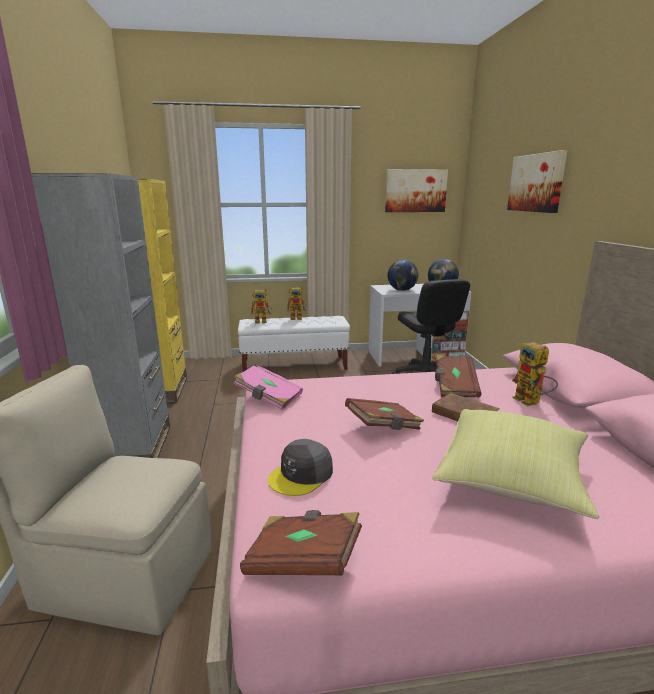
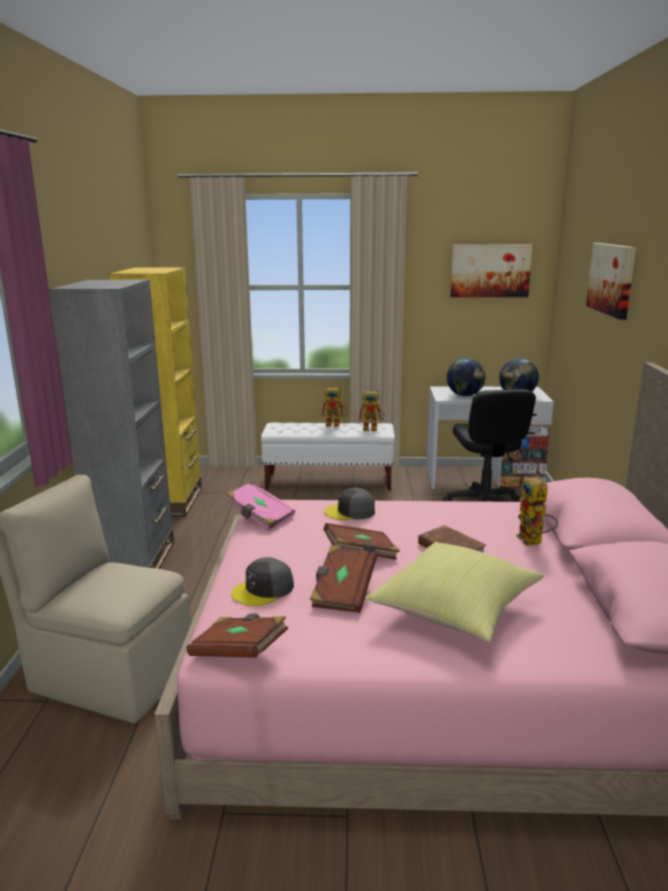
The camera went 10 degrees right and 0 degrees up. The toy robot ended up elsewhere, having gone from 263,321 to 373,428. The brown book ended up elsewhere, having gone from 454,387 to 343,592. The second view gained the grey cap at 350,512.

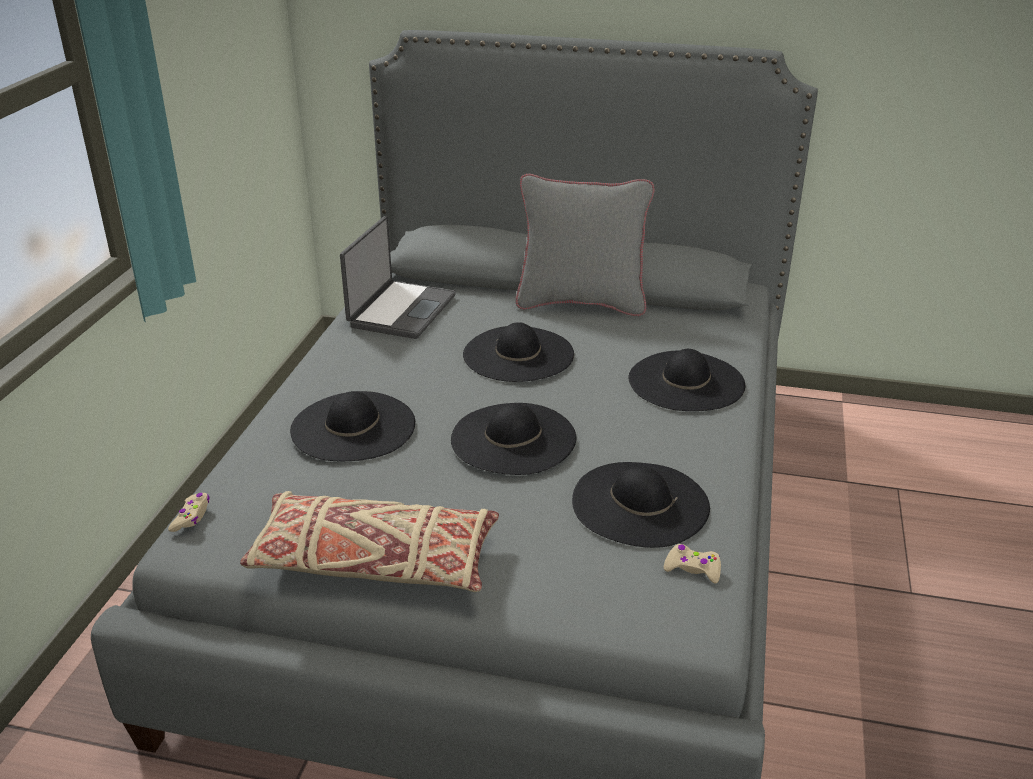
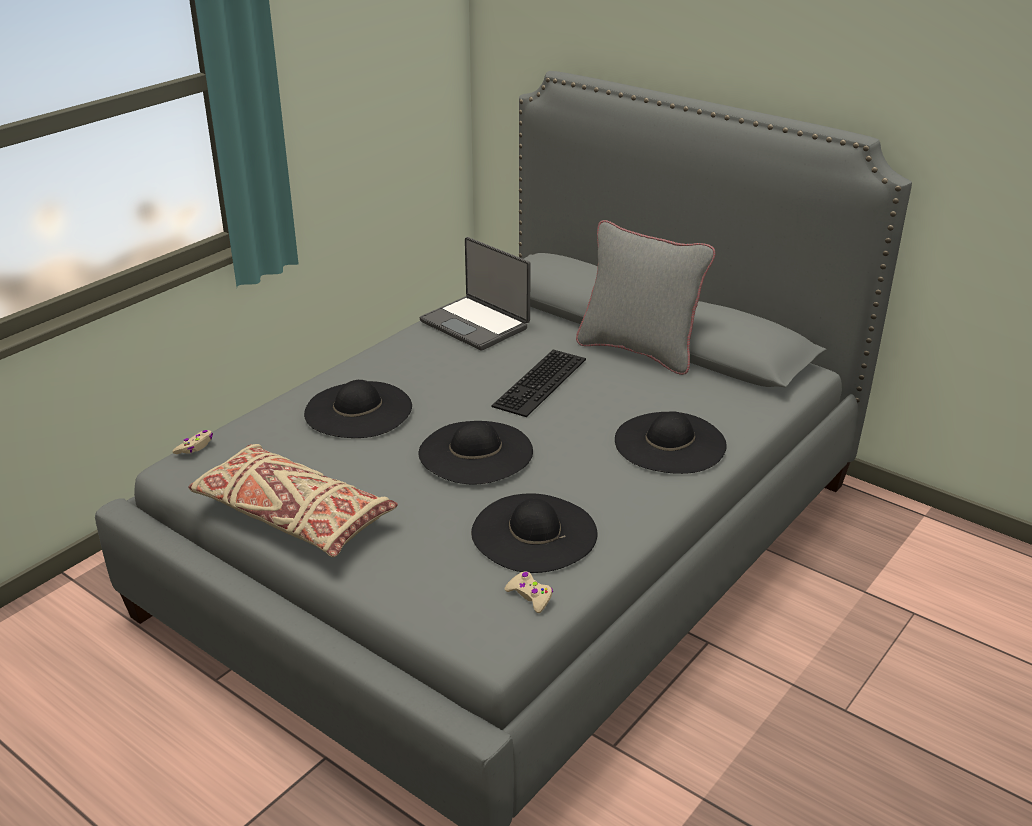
The camera went 25 degrees right and 0 degrees up. The laptop at 400,311 ended up facing another way, 90 degrees clockwise from before. Where the black hat stood at 518,354, the keyboard came to stand at 542,383.

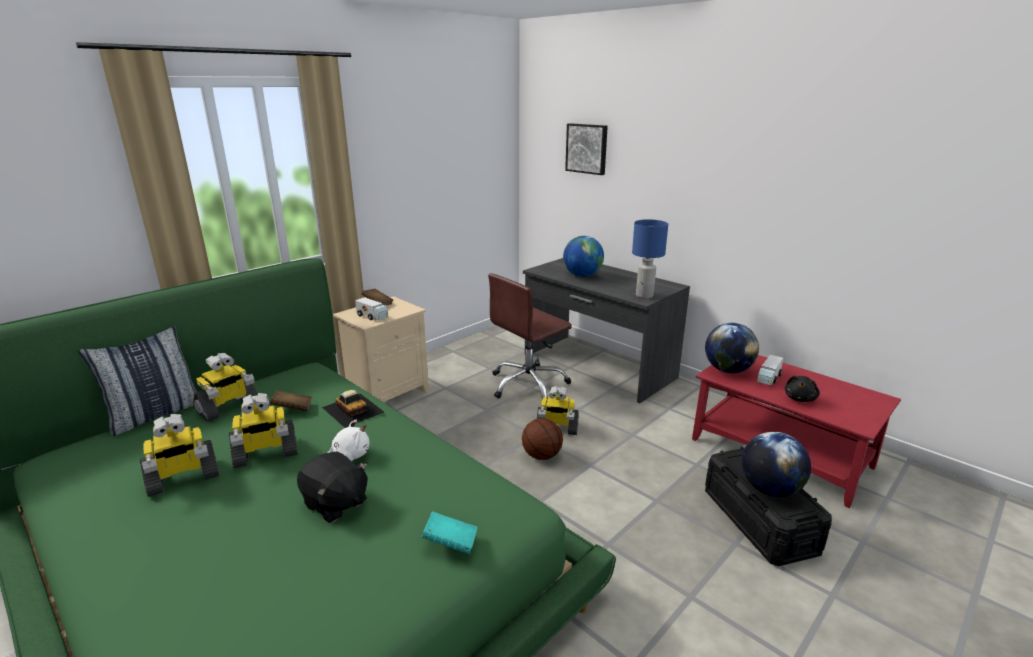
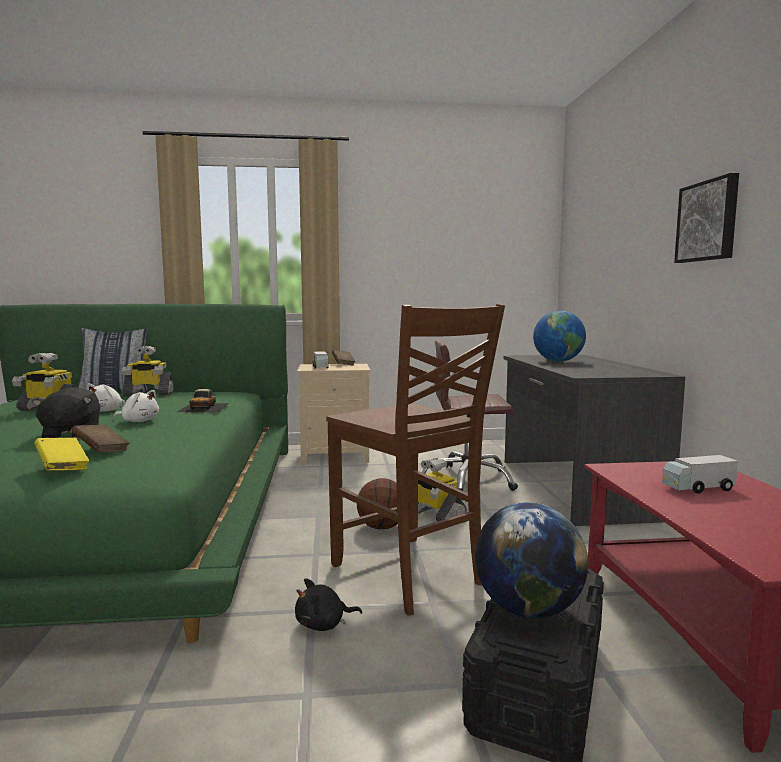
The camera went 40 degrees right and 15 degrees down. Where the toy robot stood at 265,454, the white plush toy came to stand at 106,411. The brown book ended up elsewhere, having gone from 293,409 to 101,450. What was the turquoise book at 450,543 turned into the yellow book at 63,467. The picture ended up elsewhere, having gone from 587,148 to 708,221. The second view lost the blue table lamp at 644,296. The second view lost the globe at 727,370. The black plush toy ended up elsewhere, having gone from 800,398 to 323,624. The second view gained the brown chair at 409,575.

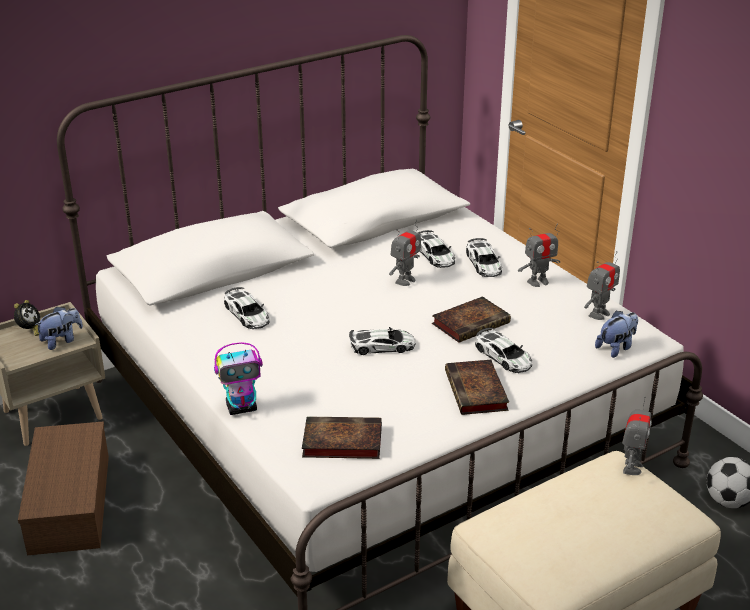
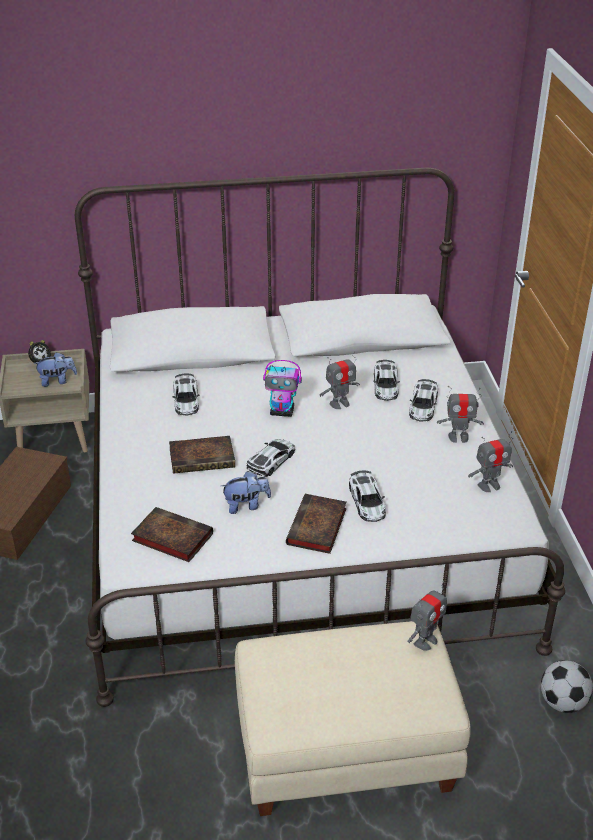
The camera went 25 degrees right and 5 degrees up. The toy robot ended up elsewhere, having gone from 242,408 to 282,412. The toy car at 382,346 ended up facing another way, 75 degrees counterclockwise from before. The book ended up elsewhere, having gone from 471,323 to 203,458. The plush toy ended up elsewhere, having gone from 616,348 to 246,505.

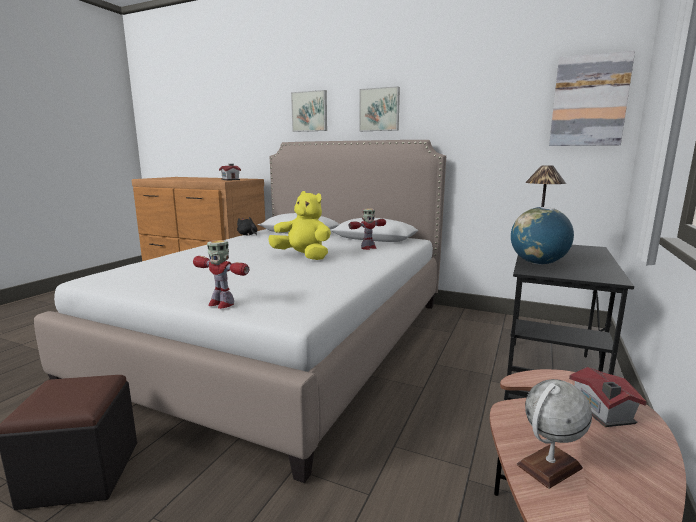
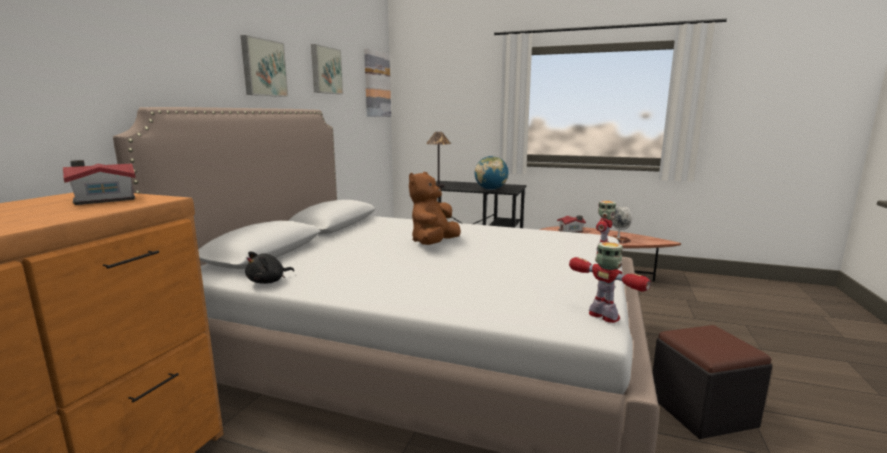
The camera went 95 degrees left and 0 degrees up. What was the yellow plush toy at 303,257 turned into the brown plush toy at 433,243. The picture ended up elsewhere, having gone from 310,111 to 325,70. The toy robot ended up elsewhere, having gone from 368,248 to 604,316.

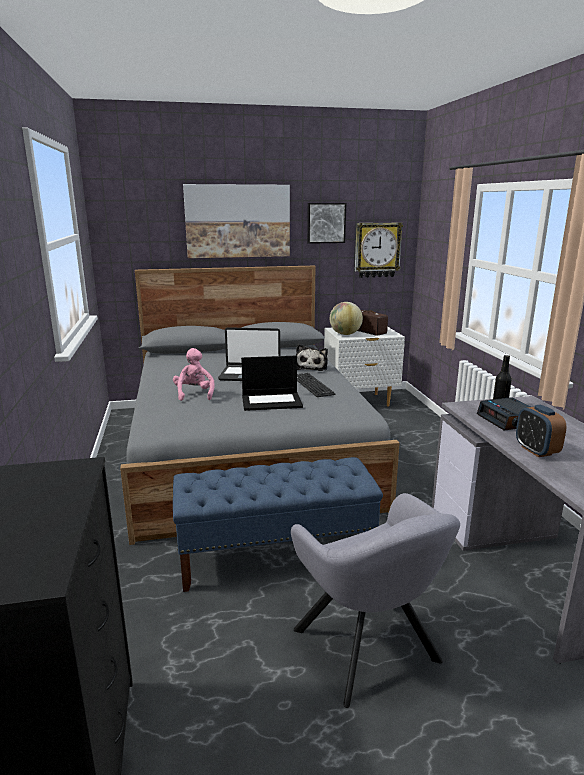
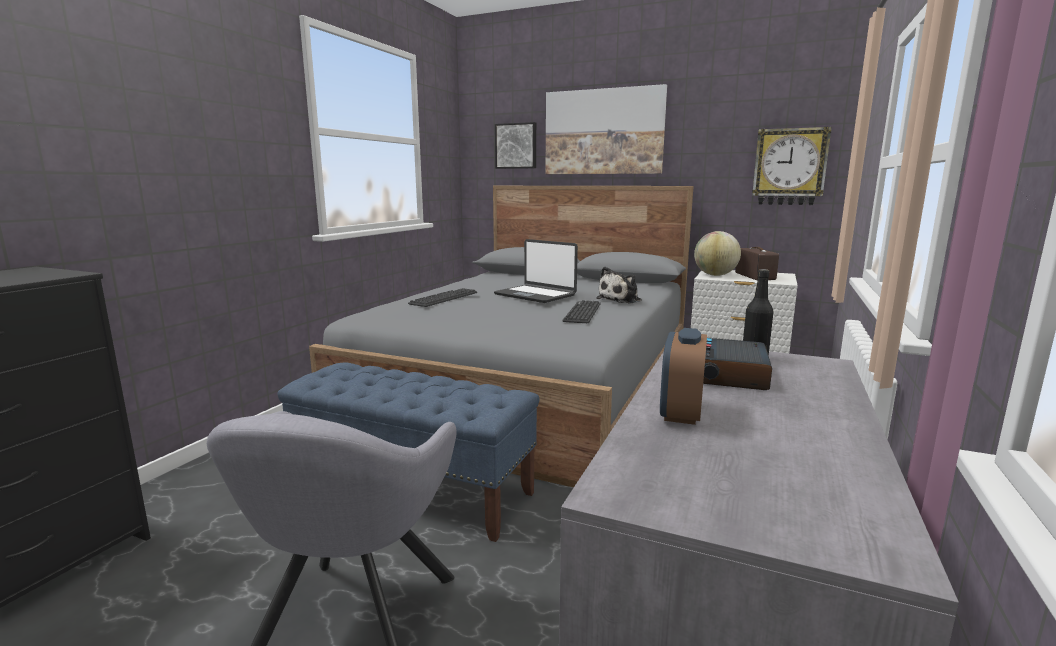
The camera went 35 degrees right and 5 degrees down. Where the pink plush toy stood at 194,394, the keyboard came to stand at 444,298. The second view lost the laptop at 272,401. The picture ended up elsewhere, having gone from 326,223 to 516,146.

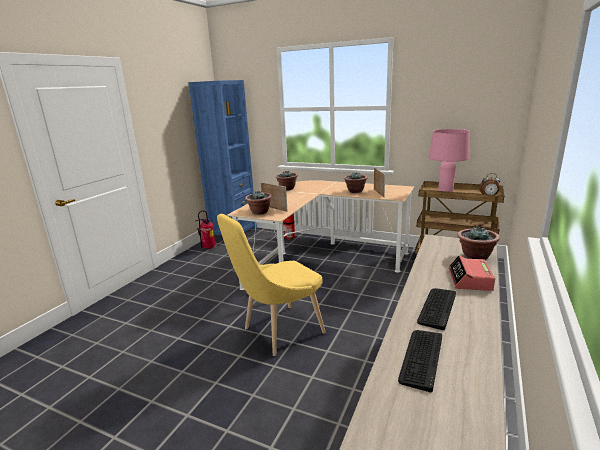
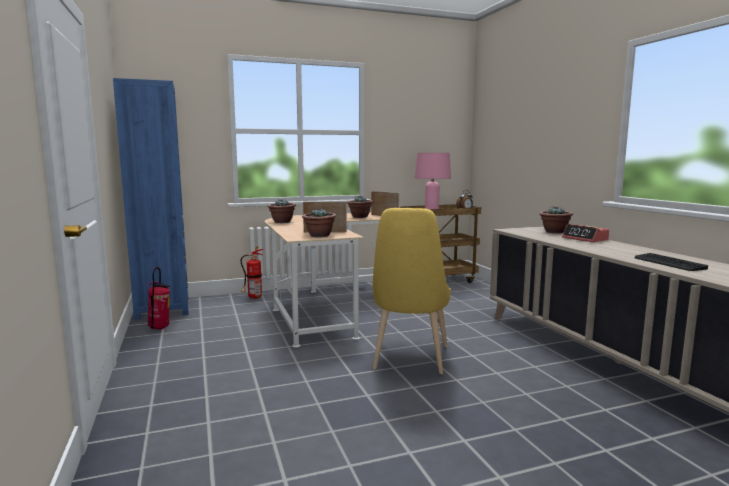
The camera went 45 degrees left and 10 degrees down. The second view lost the keyboard at 437,308.

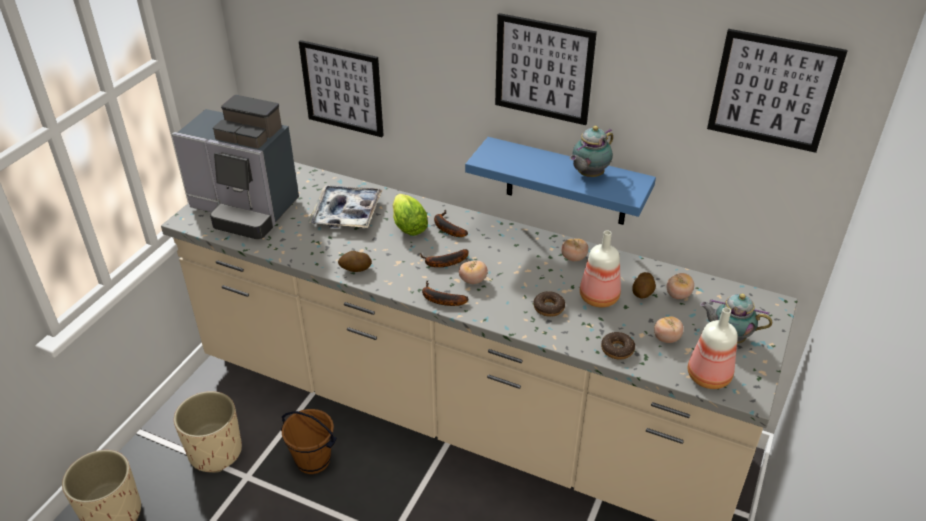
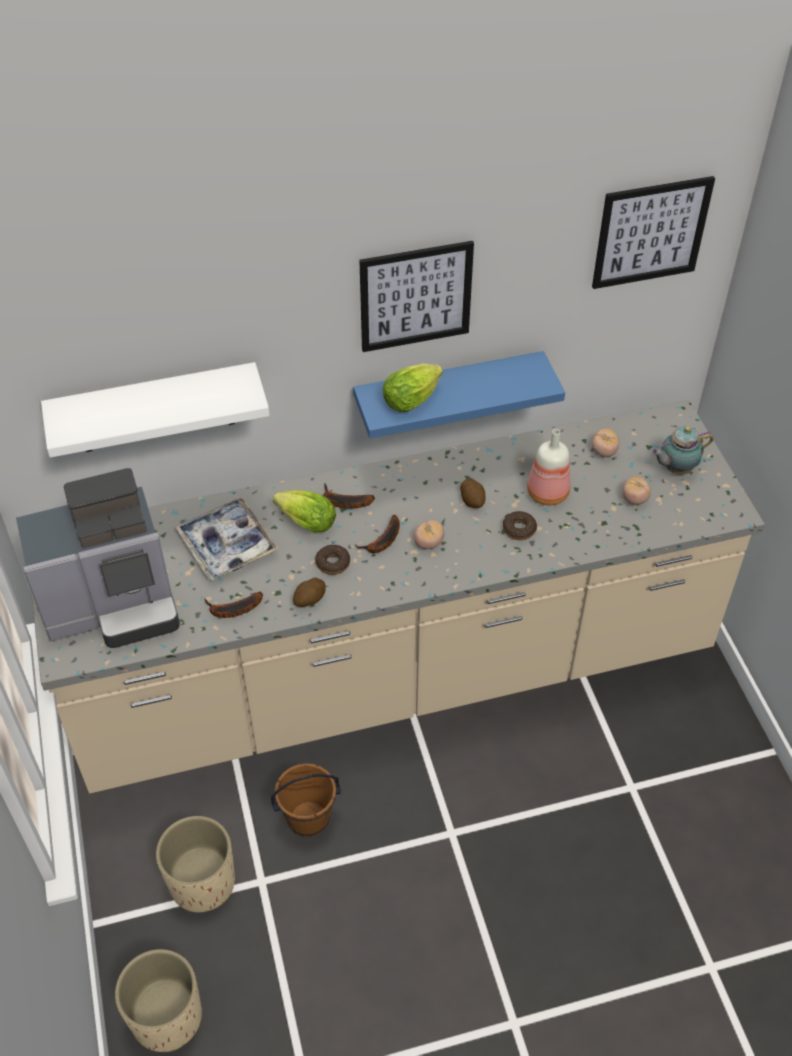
The camera went 40 degrees left and 10 degrees up. Where the picture hung at 342,88, the white shelf came to hang at 155,409. The banana ended up elsewhere, having gone from 439,299 to 232,610. The second view lost the tomato at 573,258. The second view lost the teapot at 588,175. The donut ended up elsewhere, having gone from 617,349 to 333,563. The potato ended up elsewhere, having gone from 642,293 to 472,500. The second view lost the bottle at 707,376. The second view gained the lettuce at 414,399.

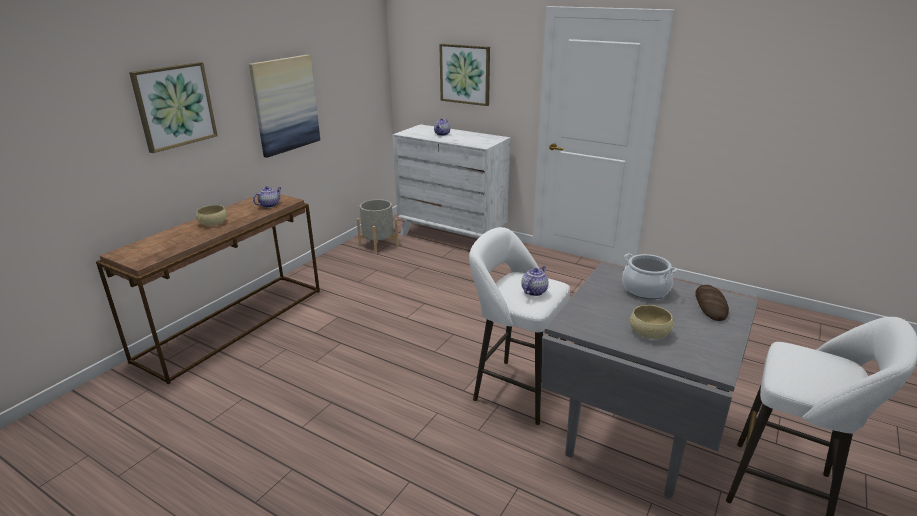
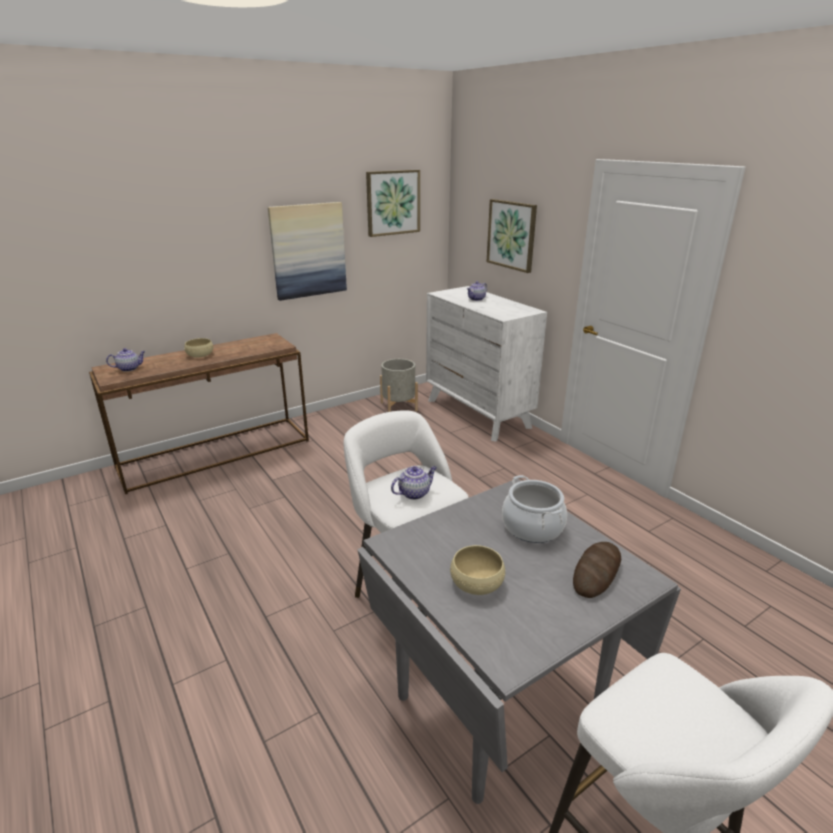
The camera went 25 degrees right and 0 degrees up. The picture ended up elsewhere, having gone from 174,106 to 393,202. The teapot ended up elsewhere, having gone from 269,205 to 129,368.

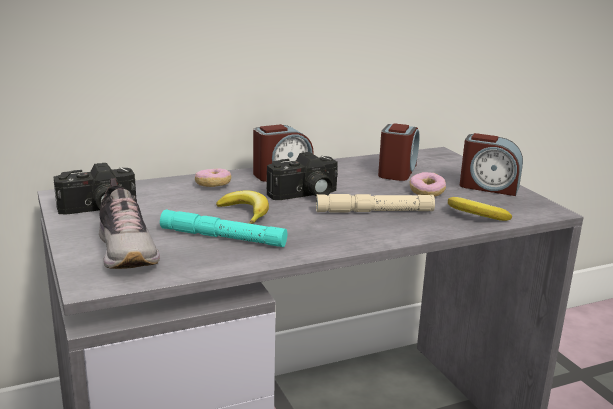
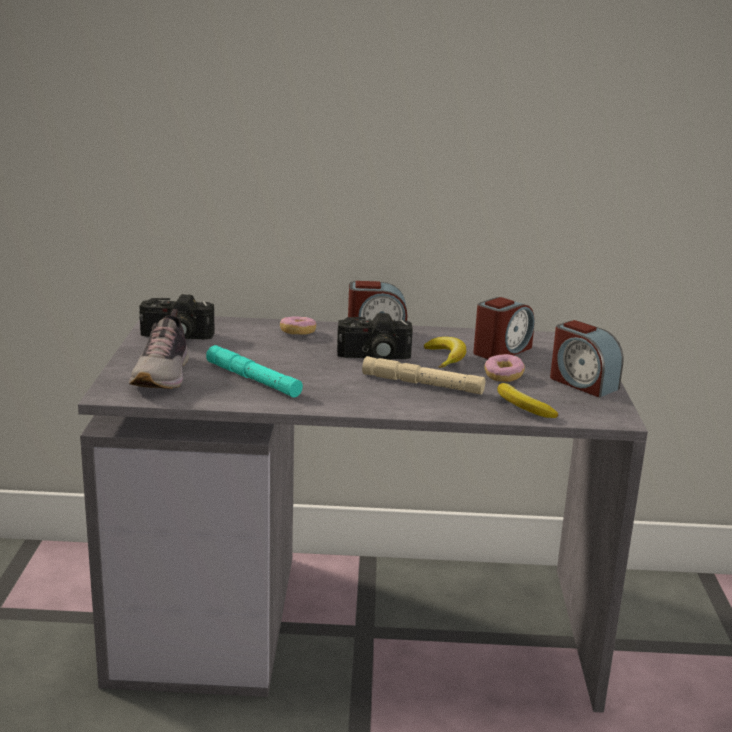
The camera went 25 degrees right and 0 degrees up. The banana ended up elsewhere, having gone from 245,213 to 446,358.

